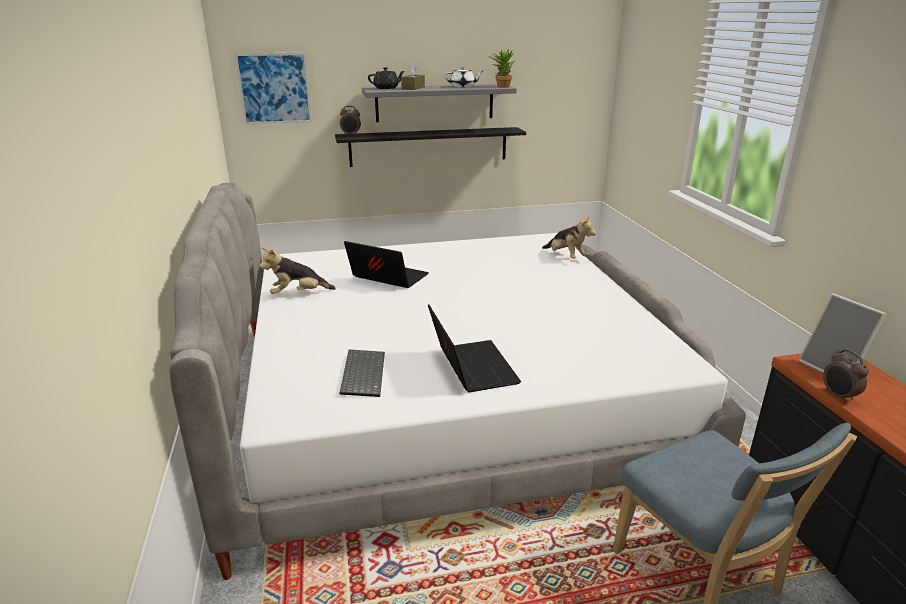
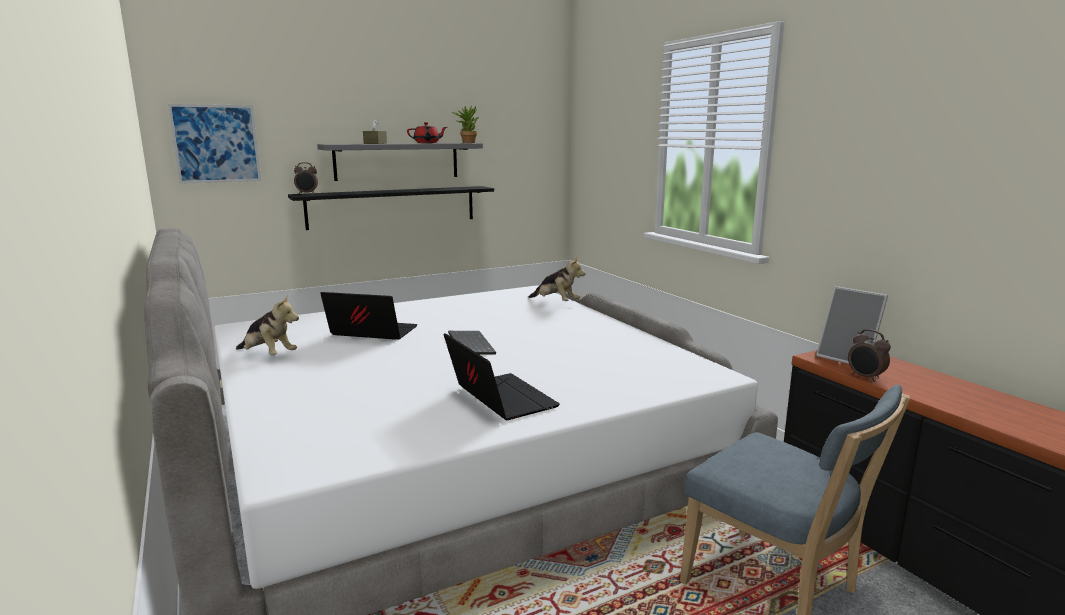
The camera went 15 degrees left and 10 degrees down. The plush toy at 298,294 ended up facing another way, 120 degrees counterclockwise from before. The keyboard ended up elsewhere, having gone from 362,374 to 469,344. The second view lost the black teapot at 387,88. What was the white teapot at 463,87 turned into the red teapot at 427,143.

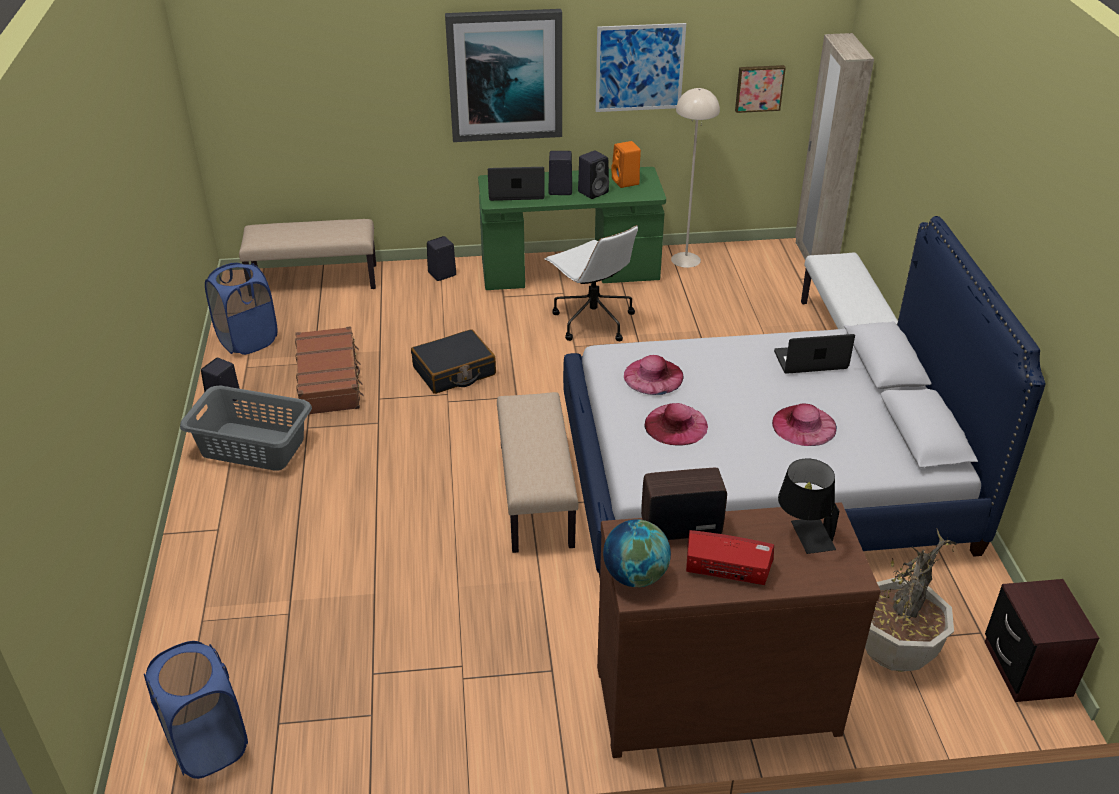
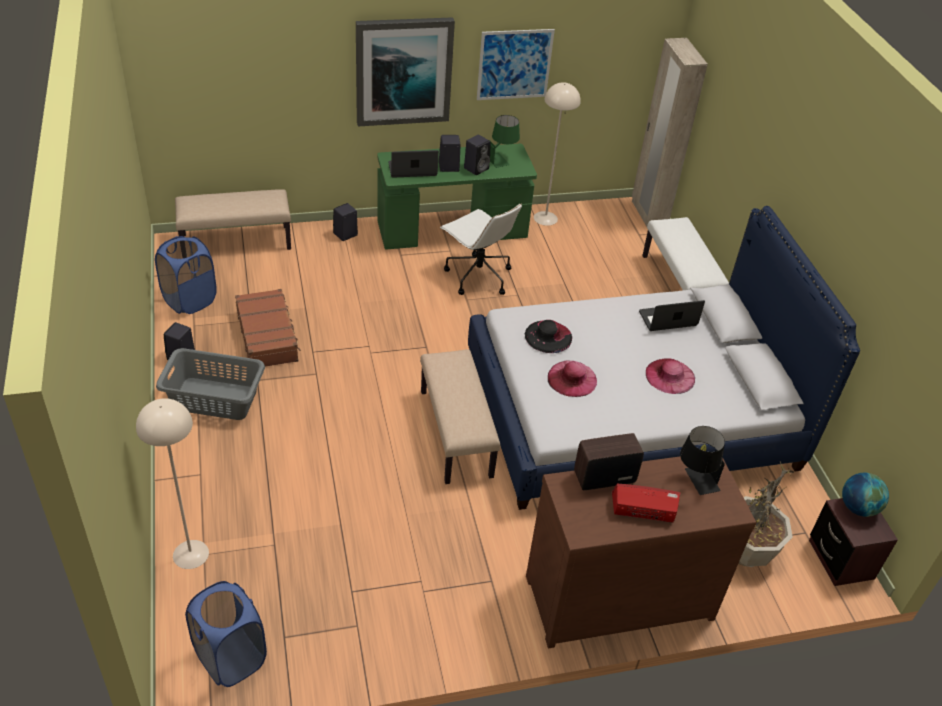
The camera went 10 degrees left and 5 degrees up. The second view lost the black suitcase at 454,371. The globe ended up elsewhere, having gone from 635,576 to 858,508. Where the orange speaker stood at 626,182, the green table lamp came to stand at 501,159. What was the pink hat at 653,376 turned into the black hat at 548,336. The second view lost the picture at 759,88. The second view gained the beige floor lamp at 190,554.

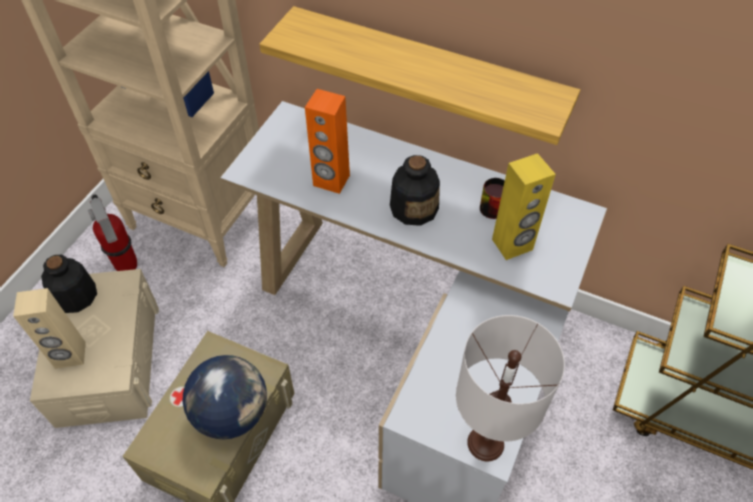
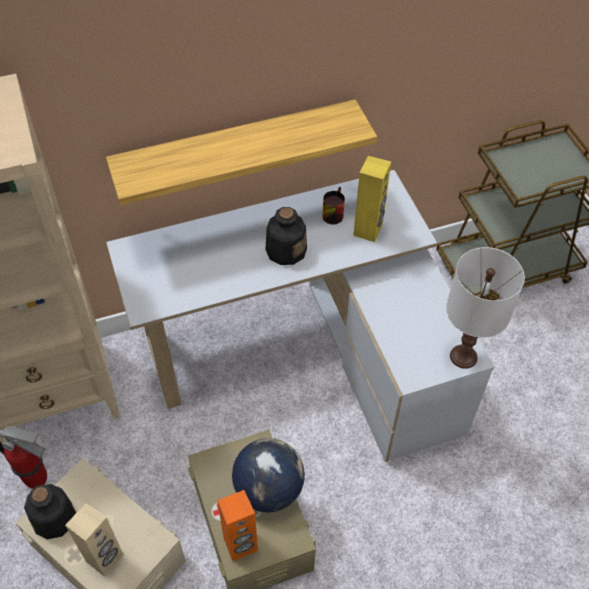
The camera went 45 degrees left and 0 degrees up. The orange speaker ended up elsewhere, having gone from 331,181 to 241,545.

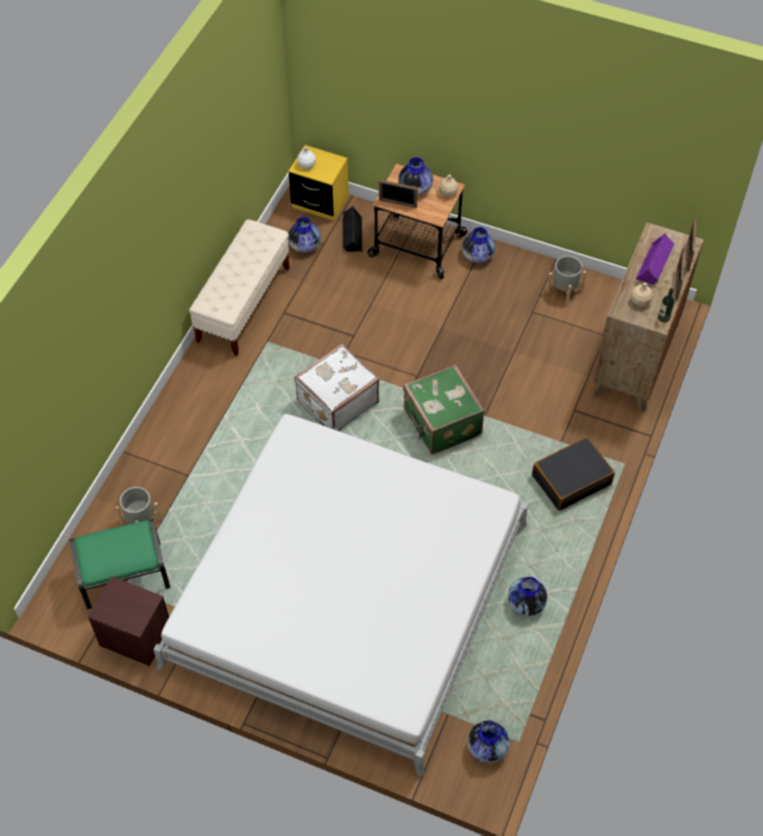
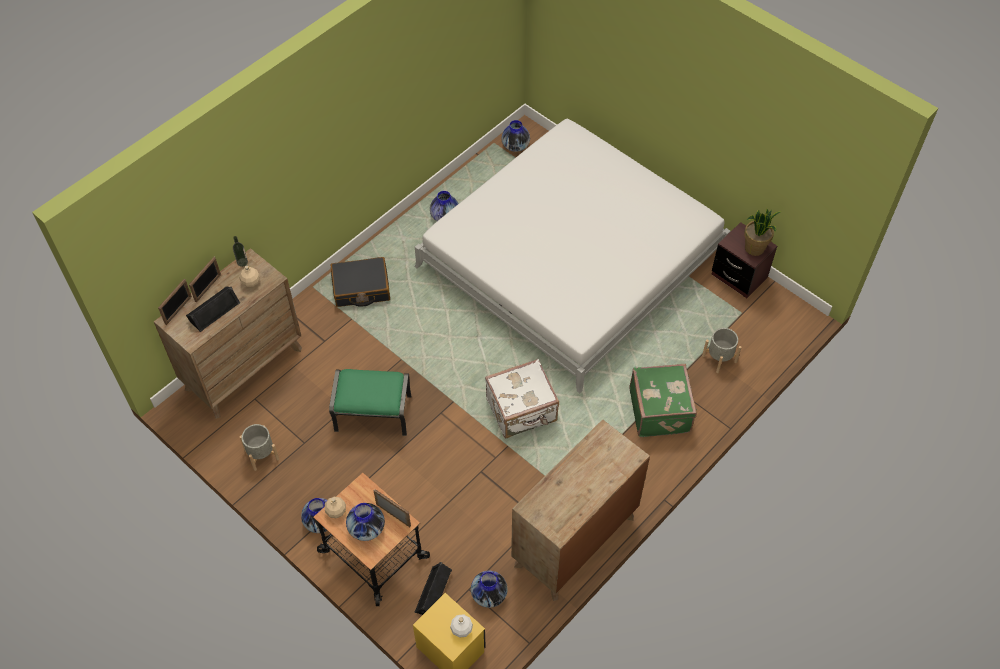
The camera went 160 degrees left and 0 degrees up. The green ottoman ended up elsewhere, having gone from 124,575 to 372,414. Where the beige bench stood at 244,304, the brown dresser came to stand at 574,541. The green suitcase ended up elsewhere, having gone from 441,423 to 661,410. What was the purple speaker at 655,264 turned into the black speaker at 213,310. The second view gained the potted plant at 754,248.

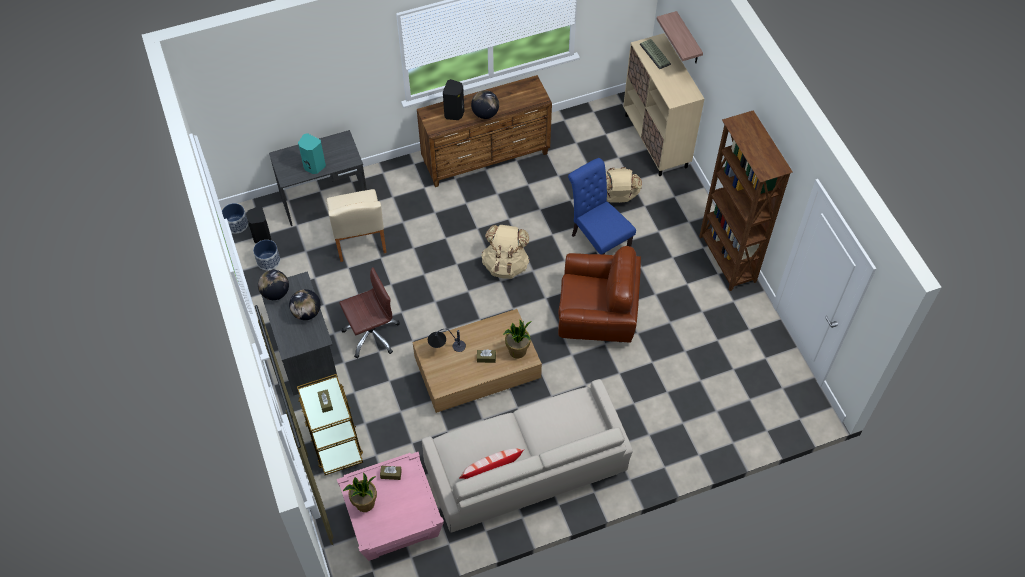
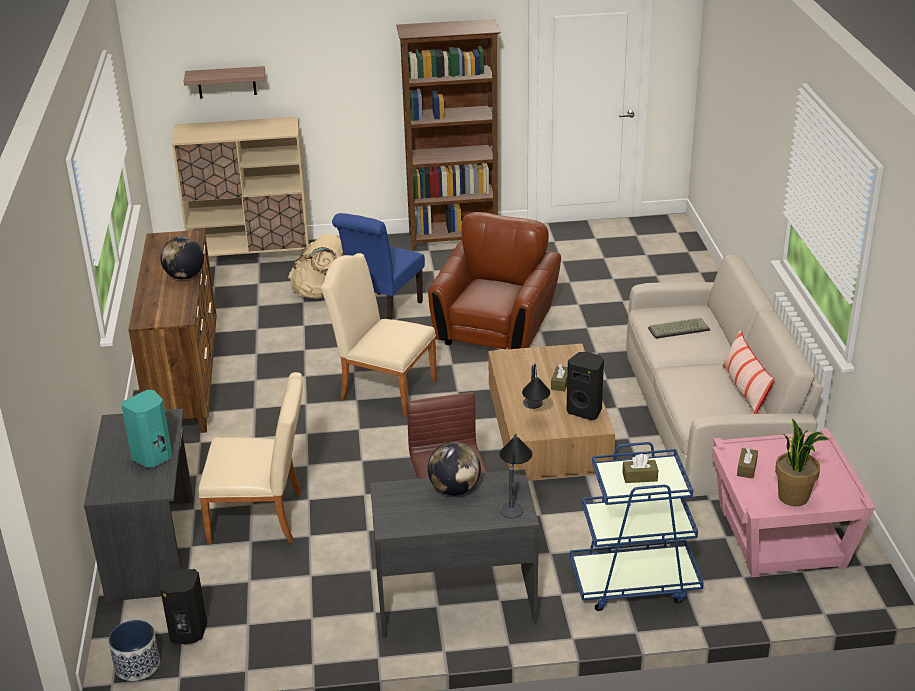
The camera went 75 degrees left and 25 degrees down. The second view lost the planter at 268,261. The second view lost the globe at 275,293. What was the brown cart at 334,440 turned into the blue cart at 634,583. The black speaker ended up elsewhere, having gone from 454,113 to 585,411. Where the beige backpack stood at 505,265, the beige chair came to stand at 382,388. The second view lost the potted plant at 517,351. The blue chair at 597,241 ended up facing another way, 45 degrees counterclockwise from before. The keyboard ended up elsewhere, having gone from 656,54 to 679,328. The second view gained the table lamp at 514,495.

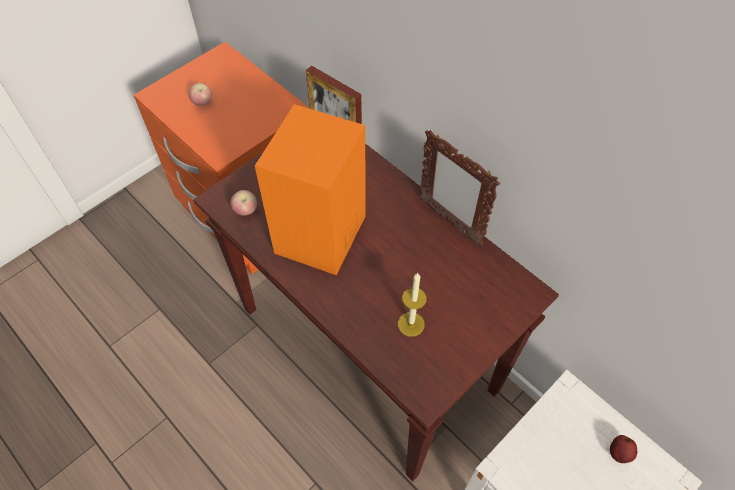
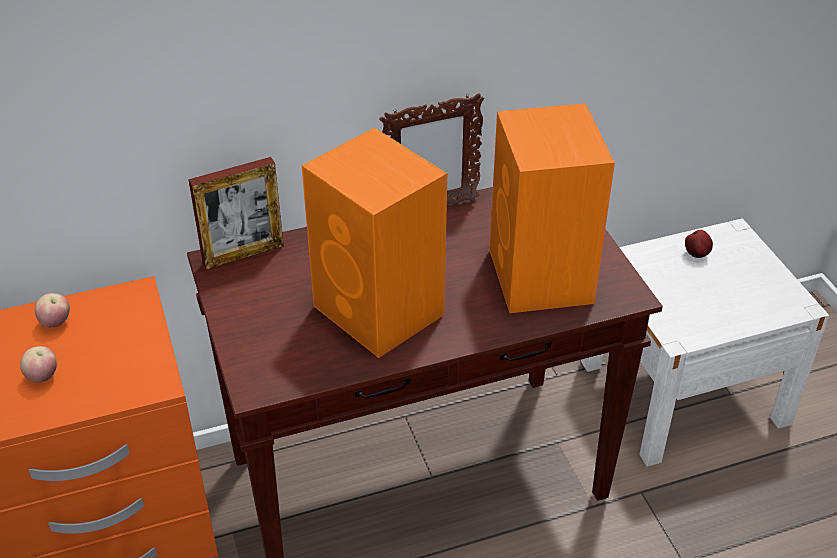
The camera went 65 degrees left and 15 degrees down. The apple ended up elsewhere, having gone from 246,211 to 56,323. Where the candle stood at 411,324, the orange speaker came to stand at 541,278.

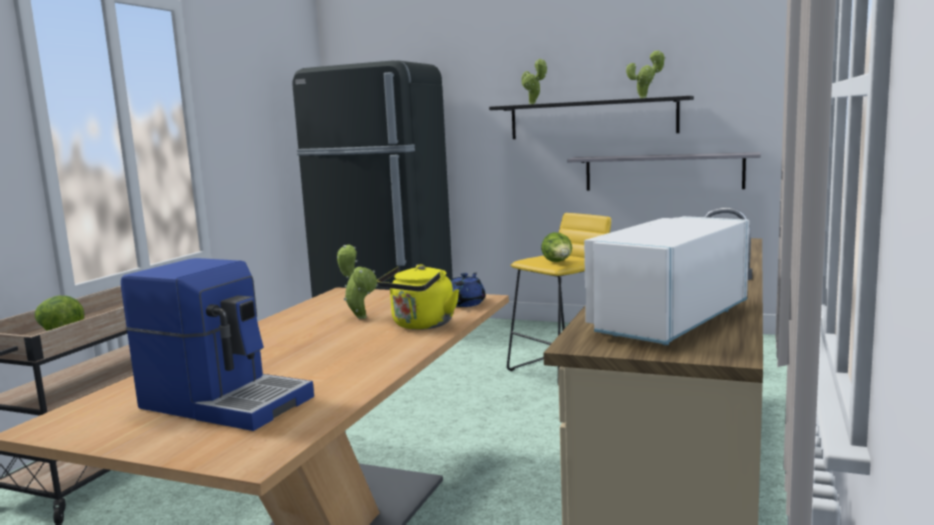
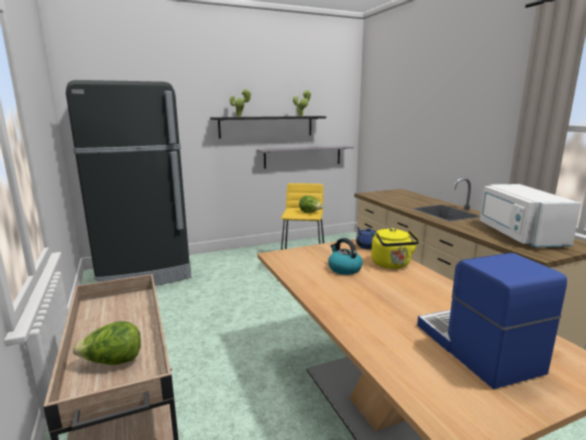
The camera went 45 degrees left and 5 degrees up. The coffee machine at 226,401 ended up facing another way, 90 degrees counterclockwise from before. Where the potted plant stood at 360,317, the kettle came to stand at 344,269.

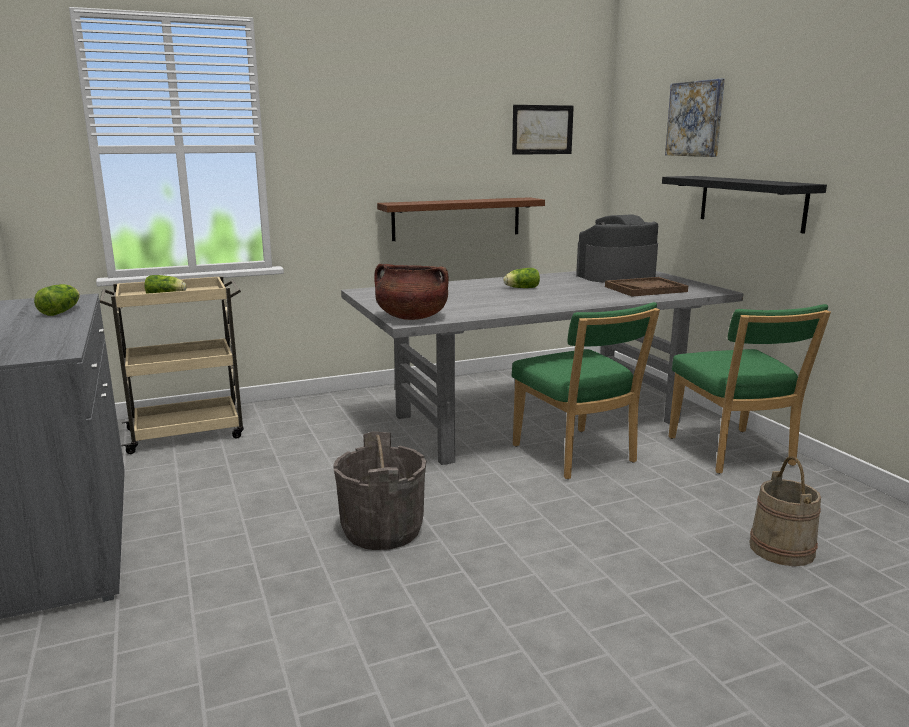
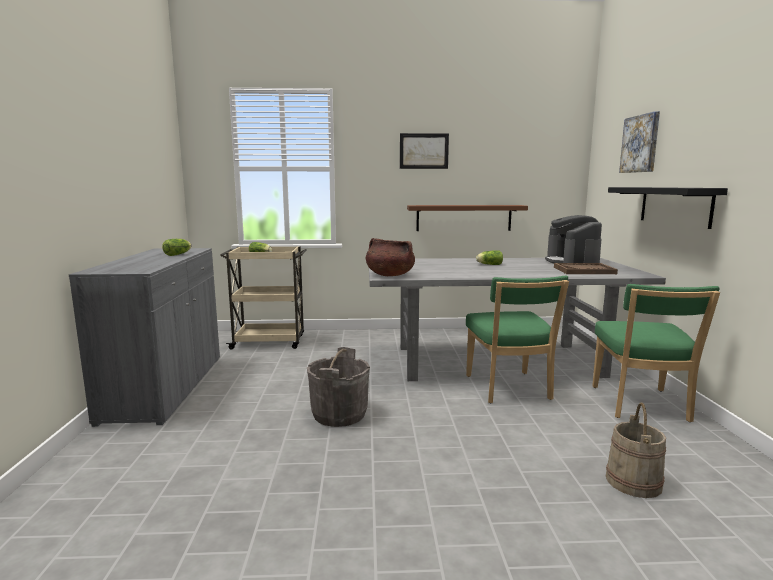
The camera went 20 degrees right and 5 degrees down. The picture ended up elsewhere, having gone from 542,129 to 424,151. The coffee machine at 616,276 ended up facing another way, 90 degrees counterclockwise from before.

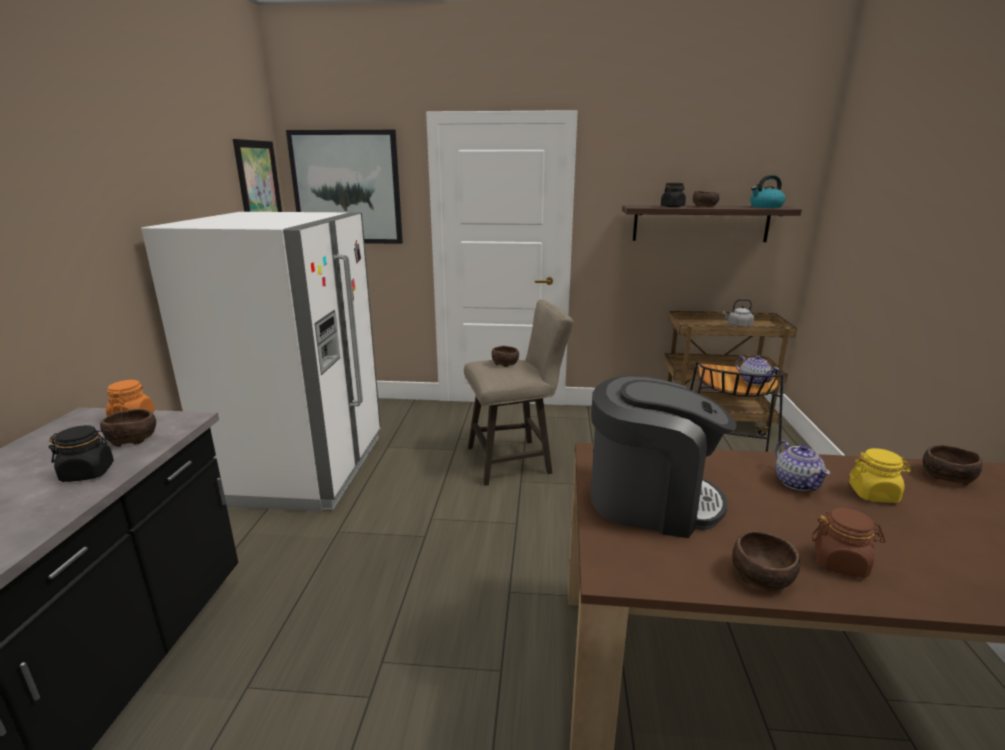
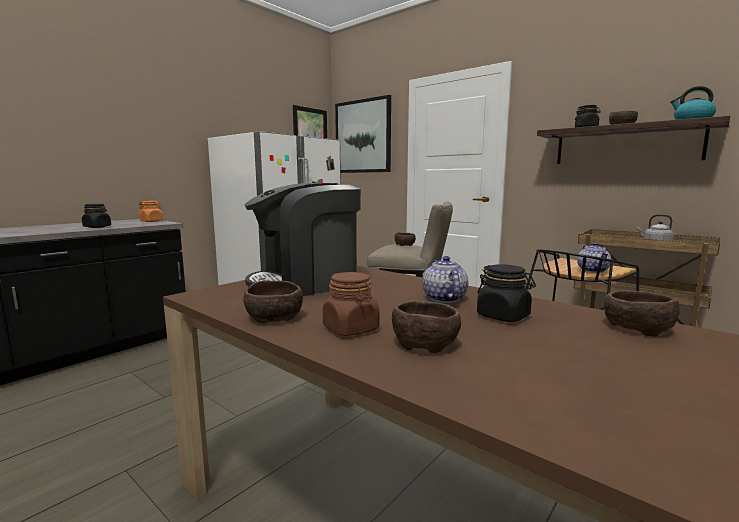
The camera went 35 degrees right and 10 degrees down. The brown bowl ended up elsewhere, having gone from 132,438 to 424,343. The coffee machine at 650,500 ended up facing another way, 105 degrees clockwise from before. The teapot at 796,482 ended up facing another way, 150 degrees clockwise from before. What was the yellow jar at 873,494 turned into the black jar at 503,316.

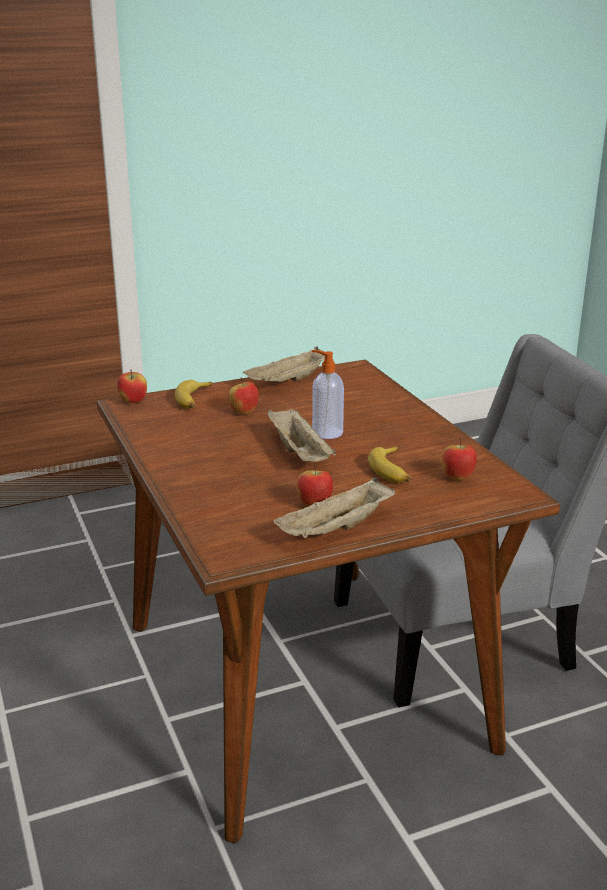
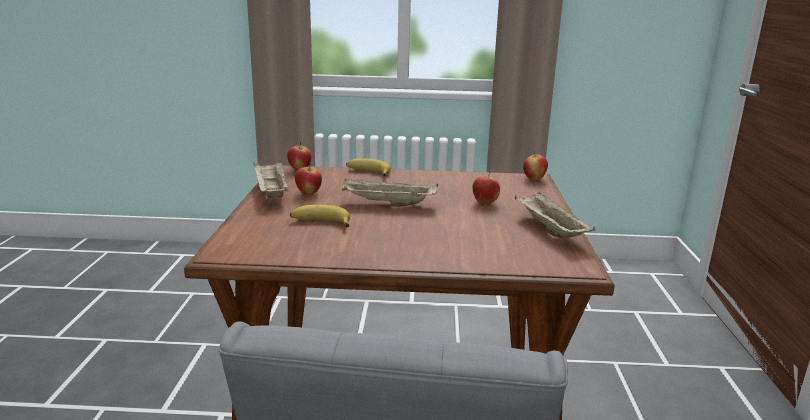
The camera went 115 degrees right and 5 degrees down. The banana ended up elsewhere, having gone from 193,400 to 368,172. The second view lost the soap dispenser at 326,432. The apple ended up elsewhere, having gone from 457,478 to 299,169.

